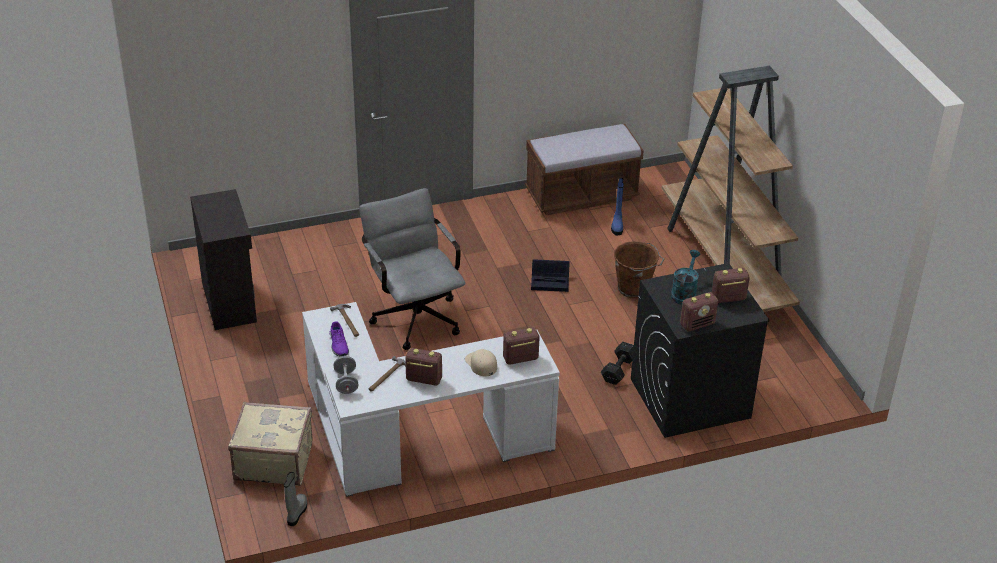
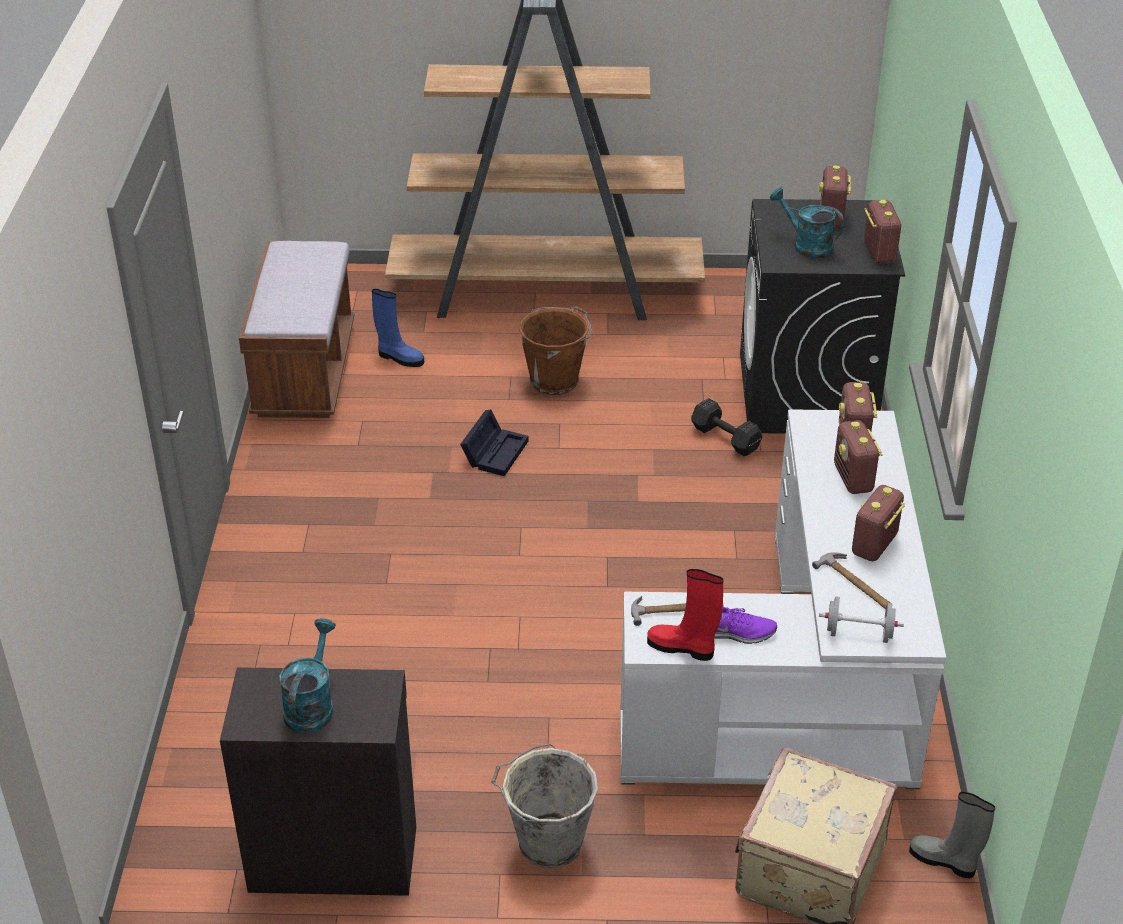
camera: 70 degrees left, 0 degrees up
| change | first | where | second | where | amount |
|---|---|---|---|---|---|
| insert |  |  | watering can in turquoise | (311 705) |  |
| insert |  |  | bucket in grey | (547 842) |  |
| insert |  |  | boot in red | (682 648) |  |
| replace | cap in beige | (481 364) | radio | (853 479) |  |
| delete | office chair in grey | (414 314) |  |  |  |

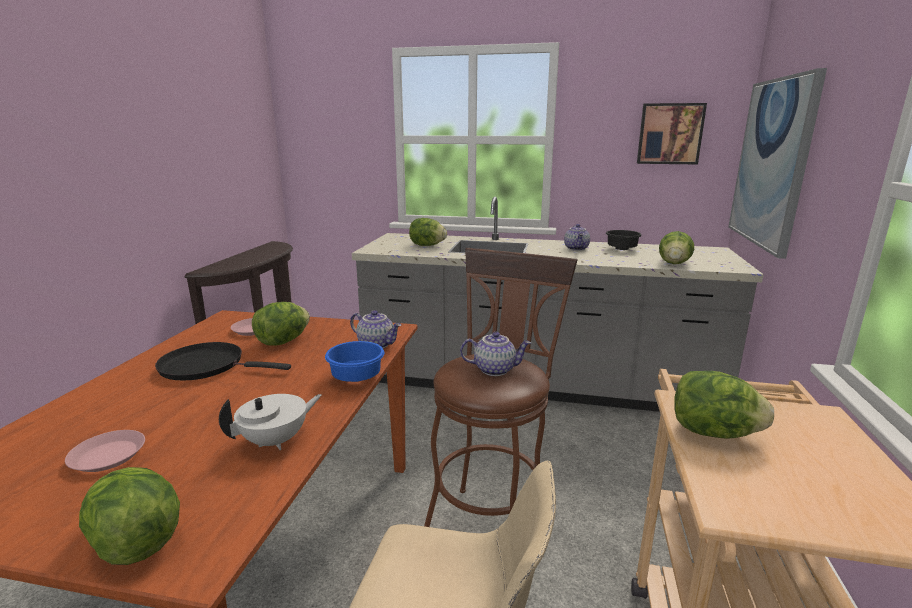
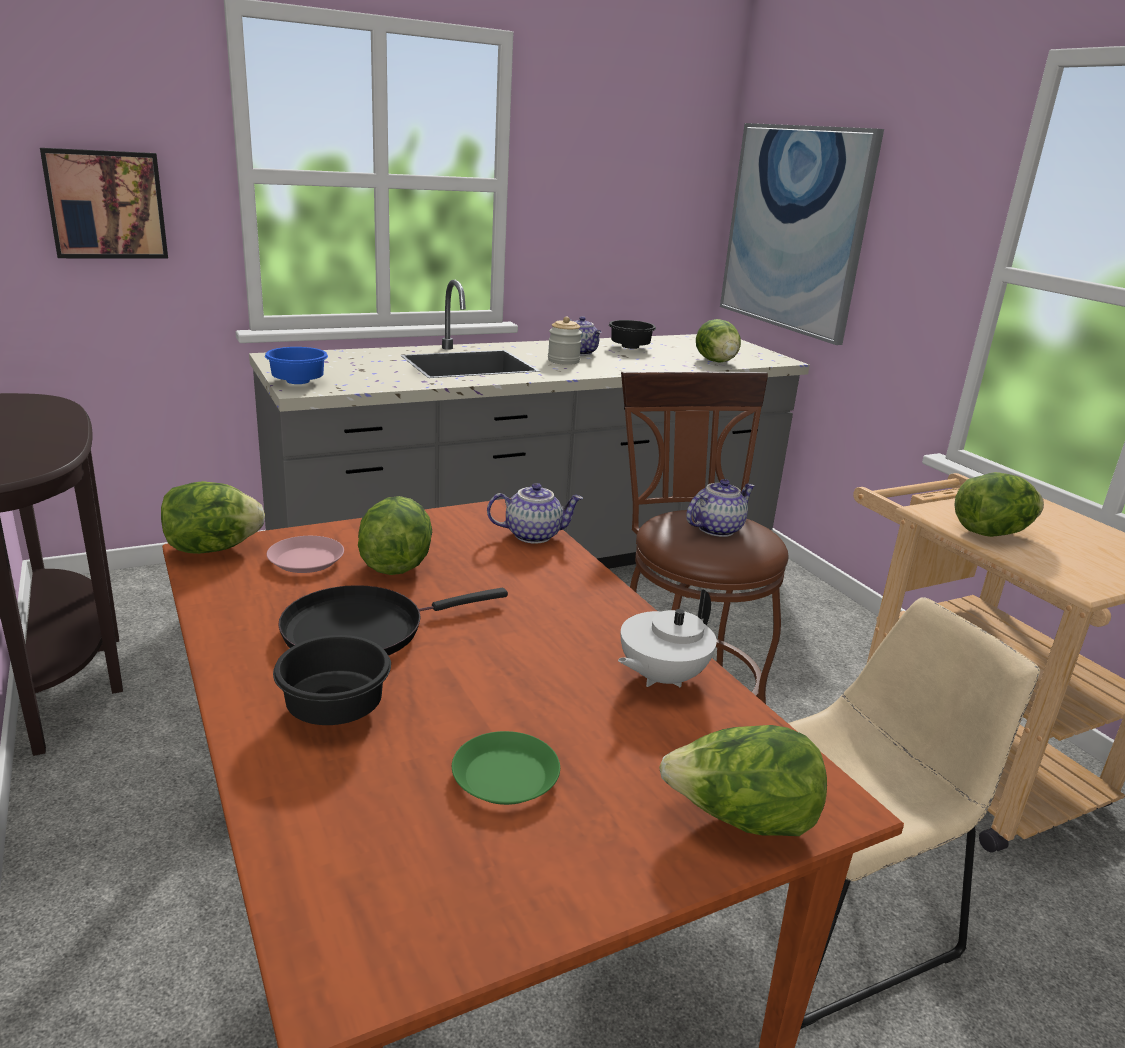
camera: 40 degrees left, 5 degrees up
| change | first | where | second | where | amount |
|---|---|---|---|---|---|
| move | picture | (669 134) |  | (106 204) |  |
| move | lettuce | (427 245) |  | (212 549) |  |
| move | bowl in blue | (357 377) |  | (298 382) |  |
| insert |  |  | bowl in black | (332 708) |  |
| recolor | plate in pink | (108 456) | plate in green | (505 776) |  |
| insert |  |  | jar | (563 361) |  |
| rotate | teapot in white | (276 441) |  | (660 677) | 150 degrees counterclockwise |

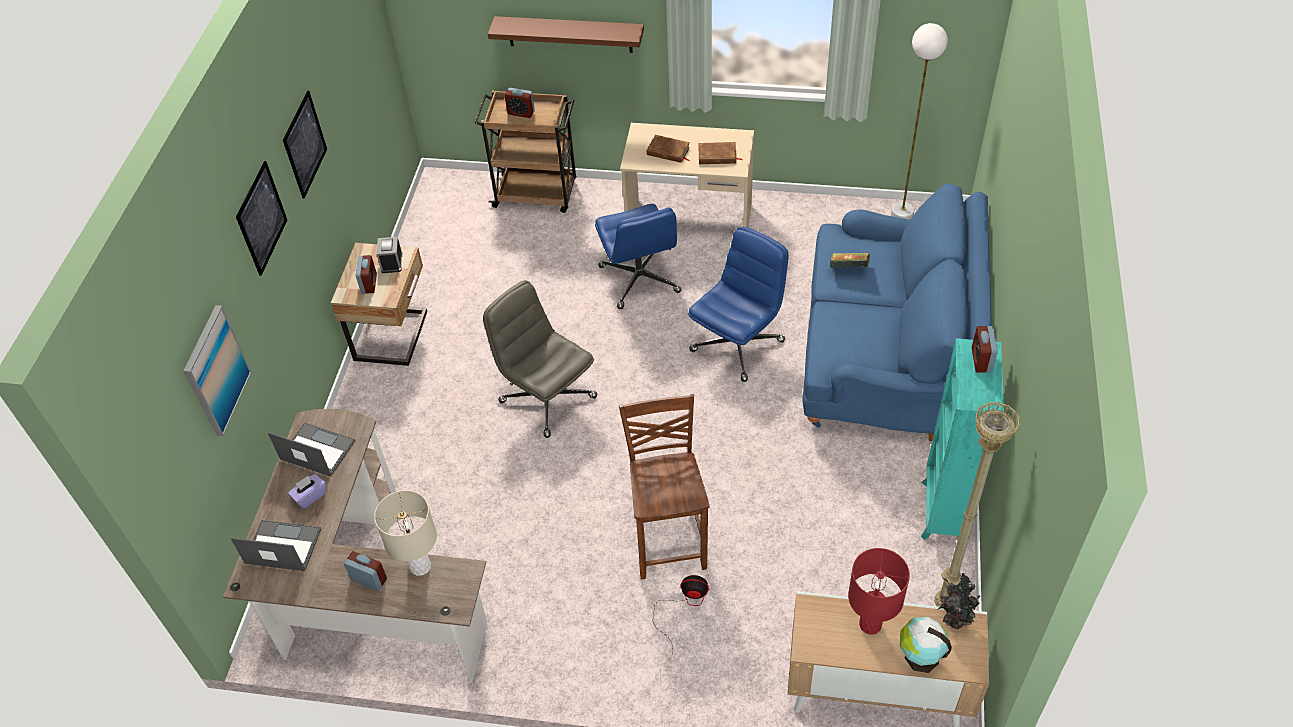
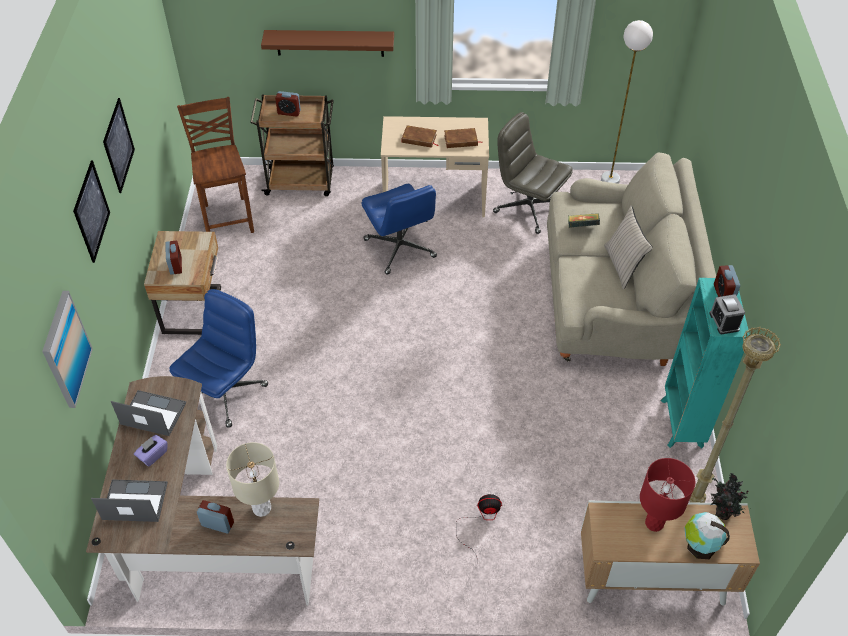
camera: 10 degrees left, 0 degrees up
| change | first | where | second | where | amount |
|---|---|---|---|---|---|
| move | office chair in blue | (737 345) |  | (225 392) |  |
| move | chair in brown | (669 540) |  | (228 217) |  |
| move | office chair in grey | (547 398) |  | (528 208) |  |
| recolor | sofa in blue | (887 357) | sofa in beige | (615 299) |  |
| insert |  |  | pillow in beige | (623 265) |  |
| move | alarm clock | (392 262) |  | (724 321) |  |

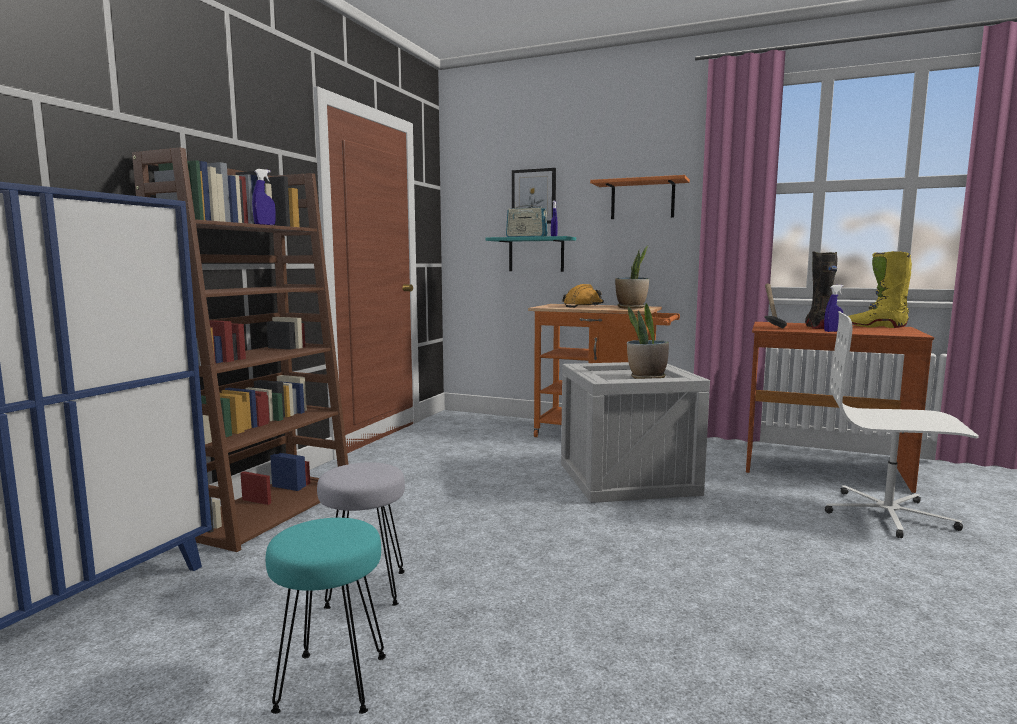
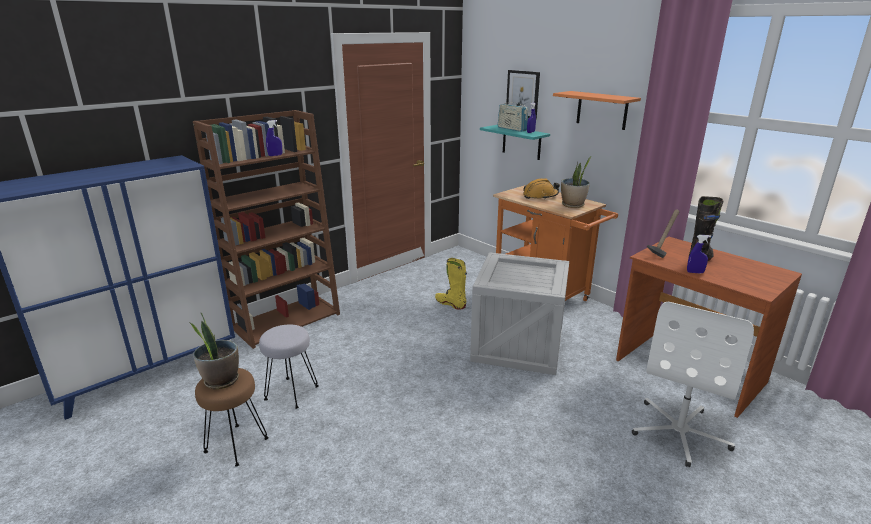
camera: 25 degrees right, 15 degrees up
| change | first | where | second | where | amount |
|---|---|---|---|---|---|
| move | potted plant | (646 378) |  | (221 380) |  |
| recolor | stool in turquoise | (330 682) | stool in brown | (236 444) |  |
| move | boot in yellow | (875 326) |  | (450 304) |  |
| rotate | office chair in white | (888 515) |  | (680 432) | 105 degrees counterclockwise |

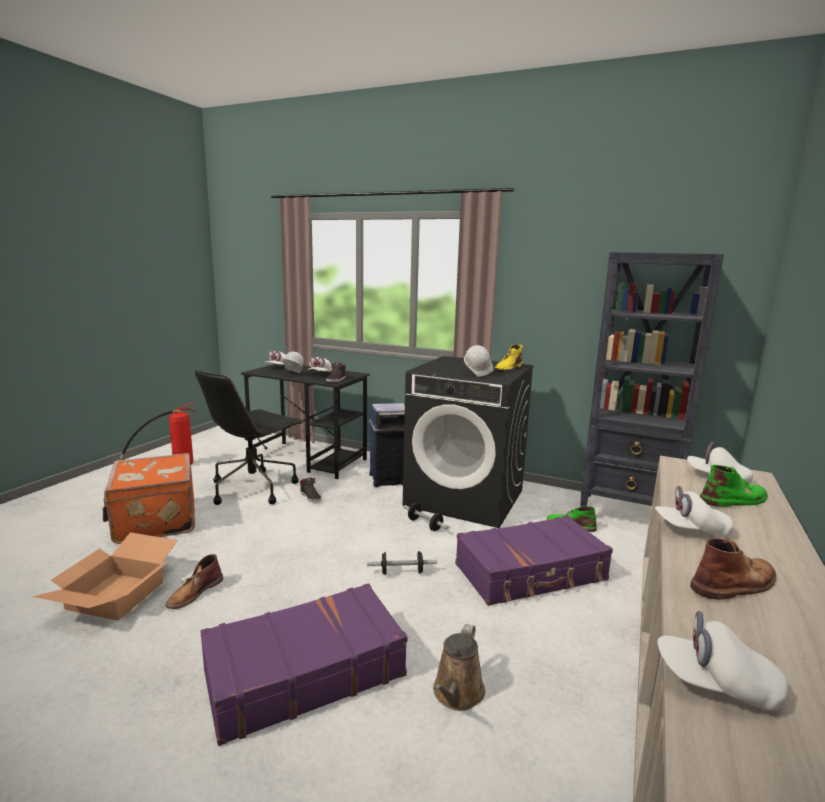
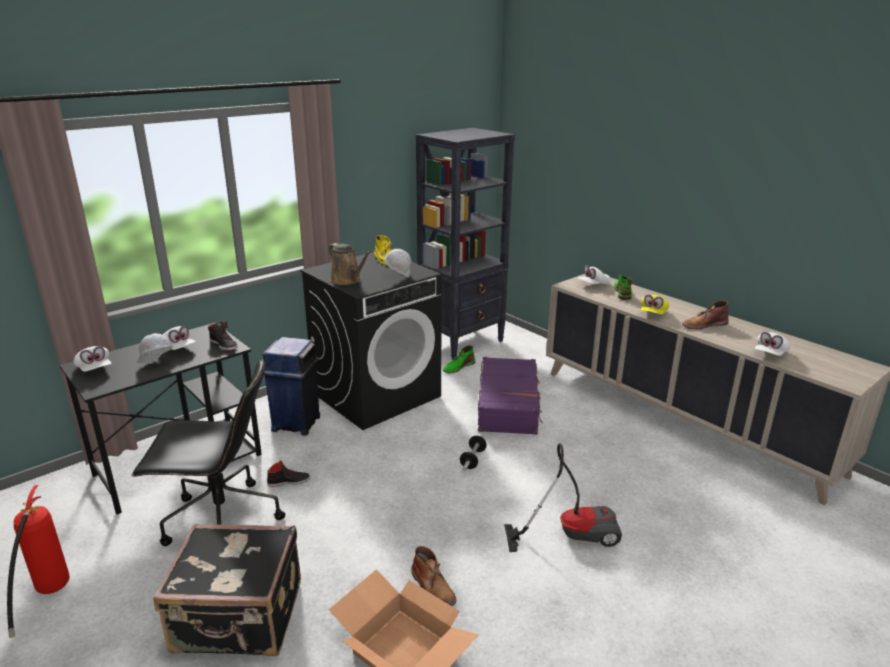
camera: 65 degrees left, 10 degrees up
| change | first | where | second | where | amount |
|---|---|---|---|---|---|
| rotate | office chair in black | (254 488) |  | (220 520) | 60 degrees counterclockwise |
| recolor | suitcase in orange | (154 521) | suitcase in black | (239 619) |  |
| move | watering can in brown | (457 694) |  | (347 280) |  |
| replace | suitcase in purple | (304 672) | vacuum cleaner | (571 533) |  |
| recolor | cap in white | (691 530) | cap in yellow | (653 314) |  |
| rotate | boot in brown | (735 583) |  | (704 325) | 105 degrees counterclockwise |
| delete | dumbbell | (425 524) |  |  |  |

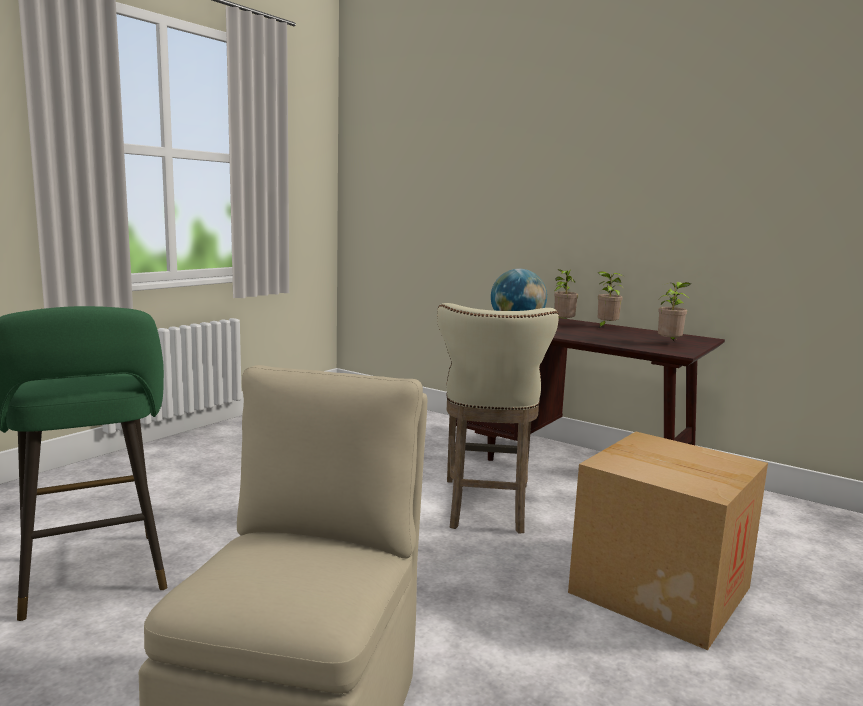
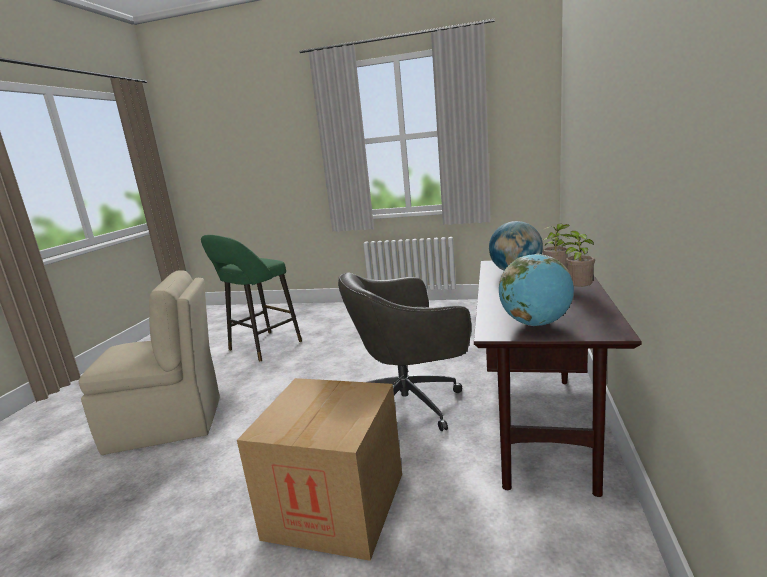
camera: 70 degrees right, 5 degrees up
| change | first | where | second | where | amount |
|---|---|---|---|---|---|
| replace | stool in beige | (485 508) | office chair in grey | (410 403) |  |
| replace | potted plant | (669 344) | globe | (535 324) |  |

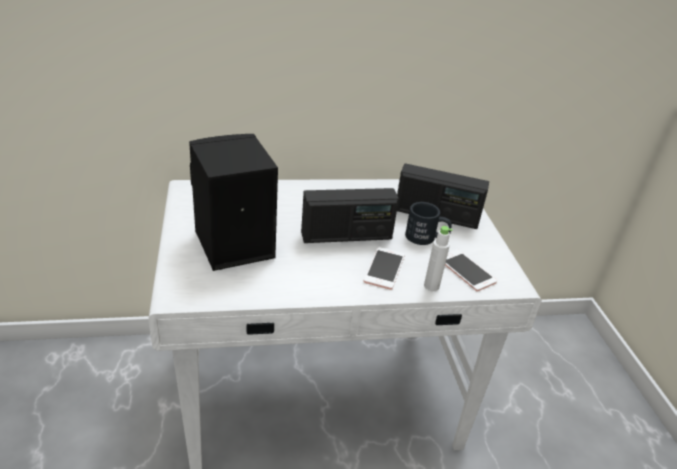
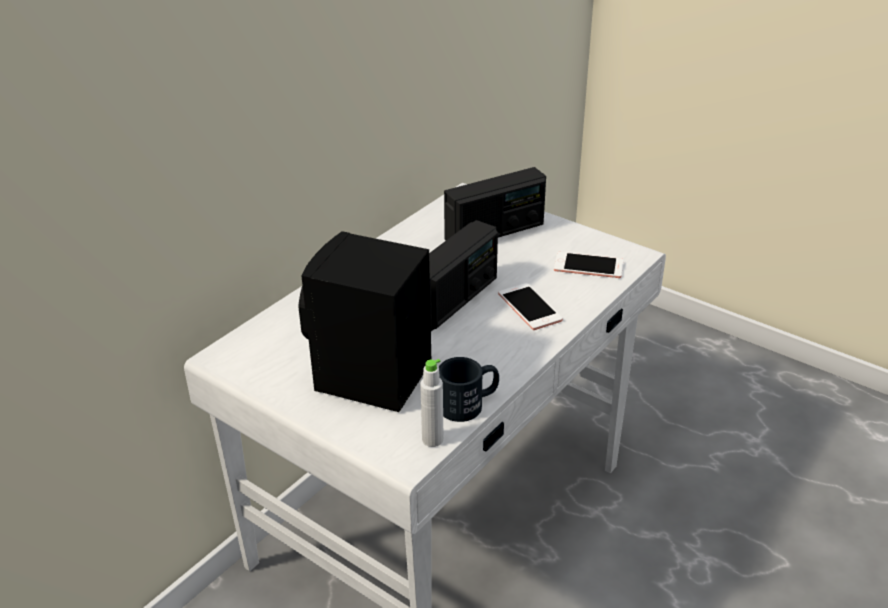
camera: 40 degrees left, 0 degrees up
| change | first | where | second | where | amount |
|---|---|---|---|---|---|
| move | bottle in white | (431 286) |  | (432 439) |  |
| move | mug in black | (426 238) |  | (469 404) |  |

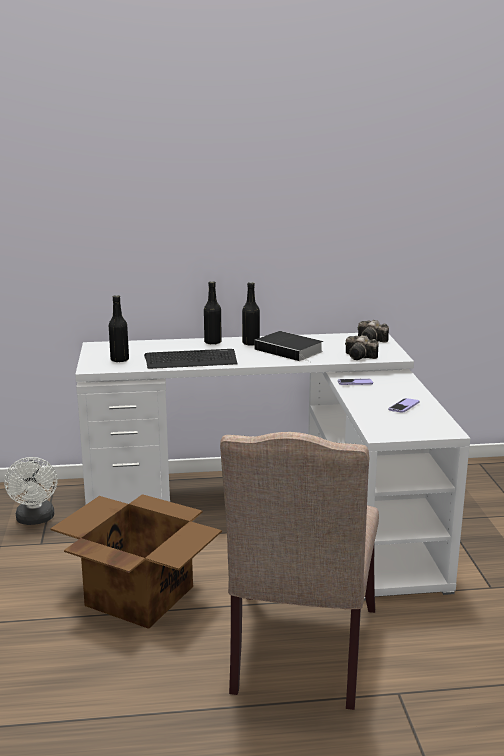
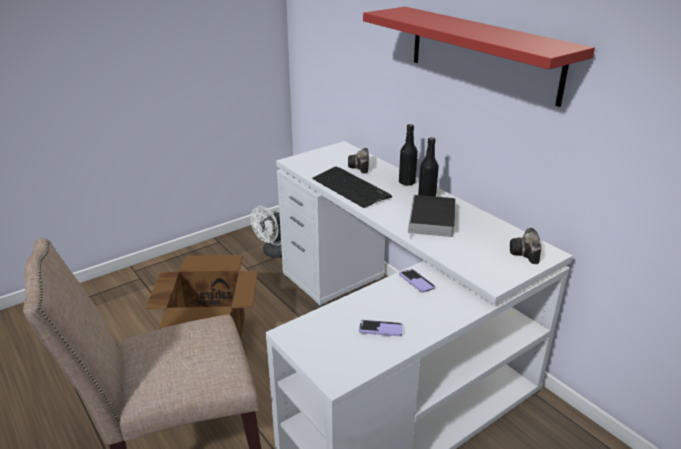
camera: 60 degrees right, 10 degrees up
| change | first | where | second | where | amount |
|---|---|---|---|---|---|
| move | photo camera | (361 357) |  | (360 168) |  |
| insert |  |  | shelf in red | (483 53) |  |
| delete | bottle in black | (119 360) |  |  |  |

